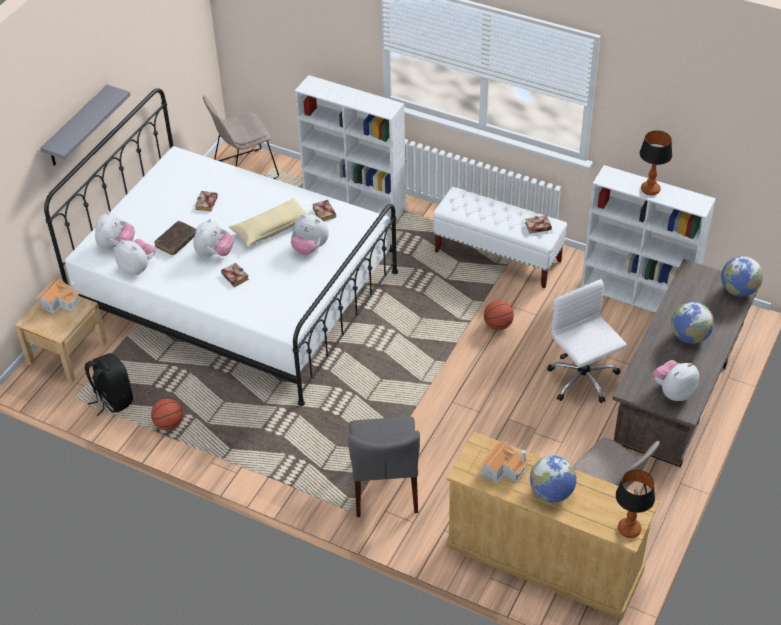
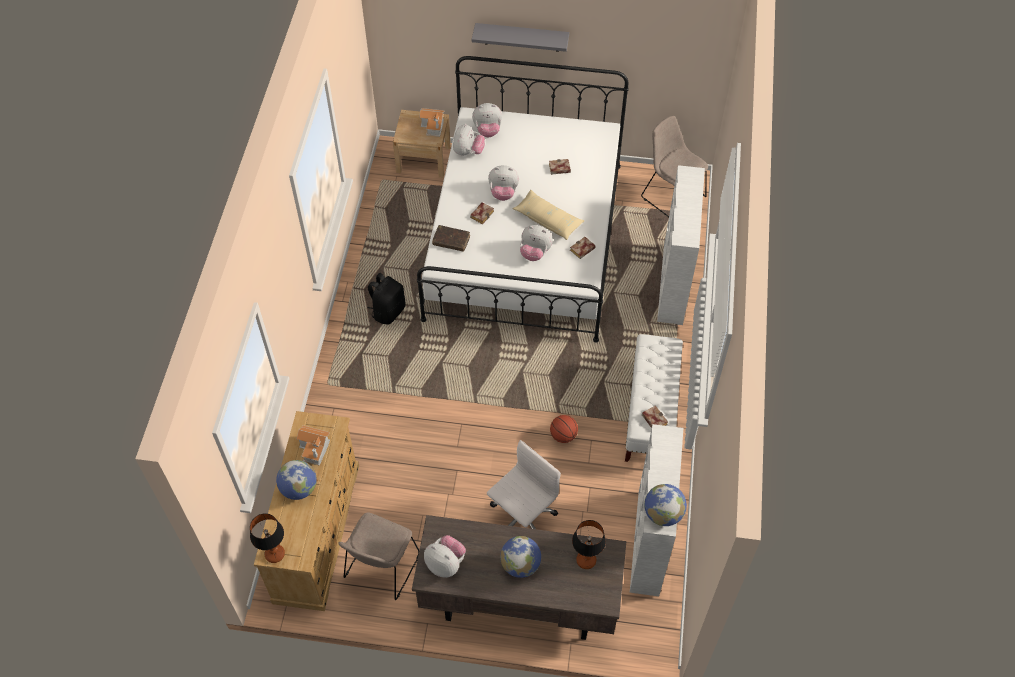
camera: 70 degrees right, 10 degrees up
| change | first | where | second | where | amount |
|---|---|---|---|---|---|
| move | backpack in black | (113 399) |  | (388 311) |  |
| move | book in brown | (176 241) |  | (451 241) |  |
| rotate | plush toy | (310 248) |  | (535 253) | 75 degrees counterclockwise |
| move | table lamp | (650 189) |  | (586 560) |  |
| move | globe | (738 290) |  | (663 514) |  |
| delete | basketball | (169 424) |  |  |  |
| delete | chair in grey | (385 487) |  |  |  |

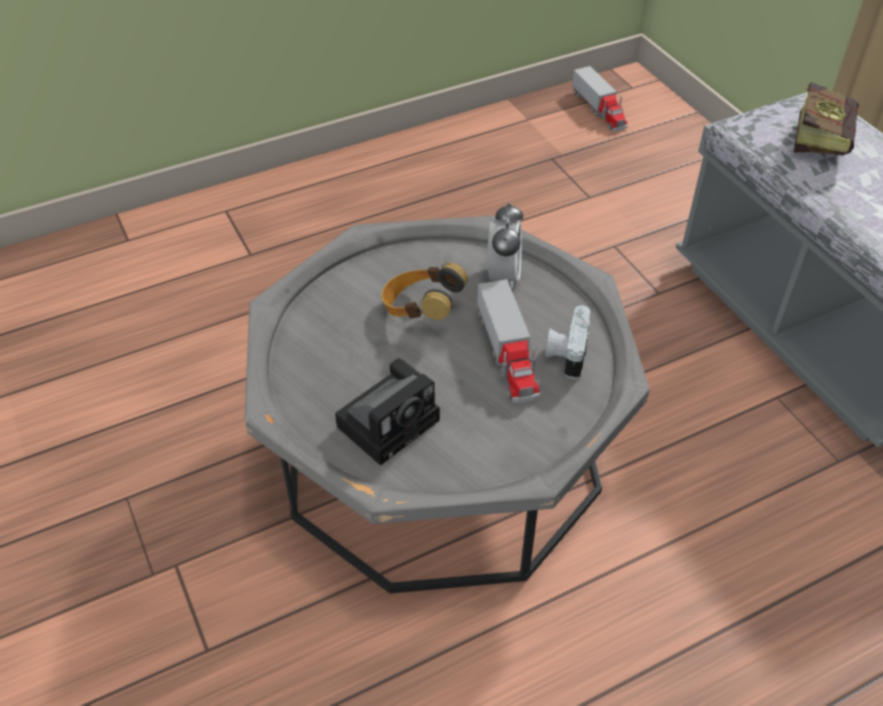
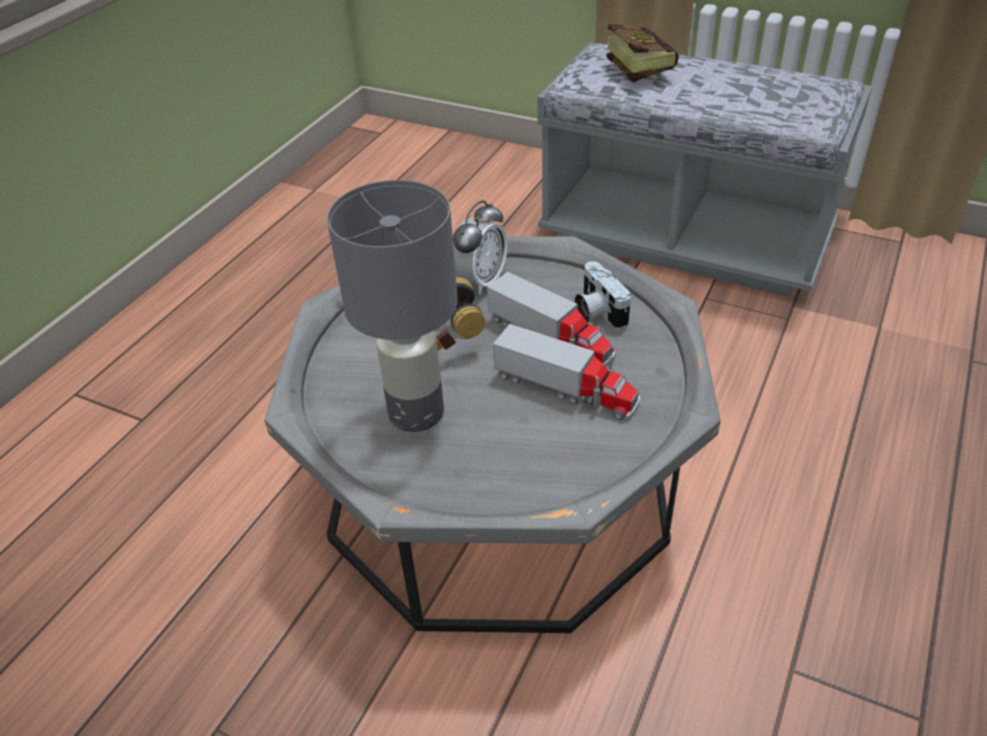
camera: 35 degrees left, 5 degrees down
| change | first | where | second | where | amount |
|---|---|---|---|---|---|
| insert |  |  | table lamp in grey | (418 413) |  |
| rotate | alarm clock | (503 275) |  | (480 281) | 60 degrees clockwise |
| move | toy truck | (599 109) |  | (567 389) |  |
| delete | photo camera | (390 420) |  |  |  |

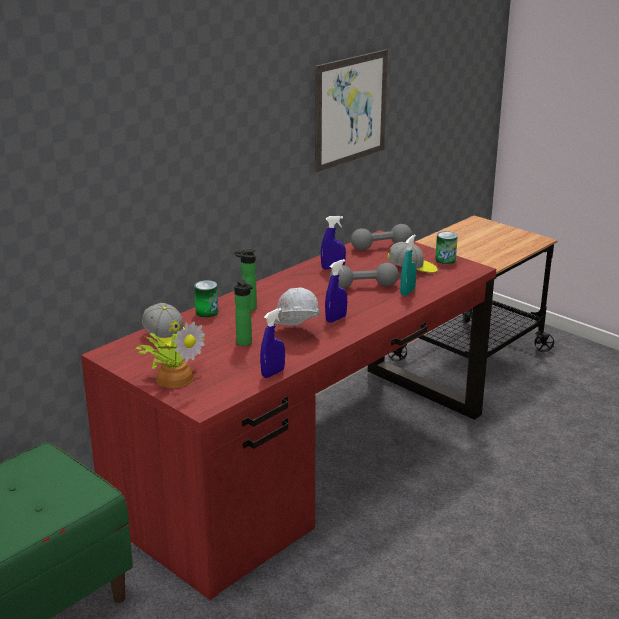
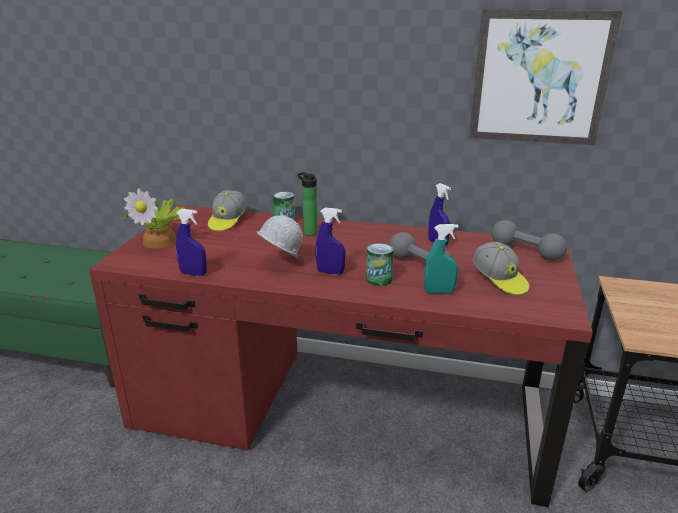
camera: 60 degrees right, 0 degrees up
| change | first | where | second | where | amount |
|---|---|---|---|---|---|
| move | can | (445 260) |  | (379 279) |  |
| delete | bottle | (245 343) |  |  |  |

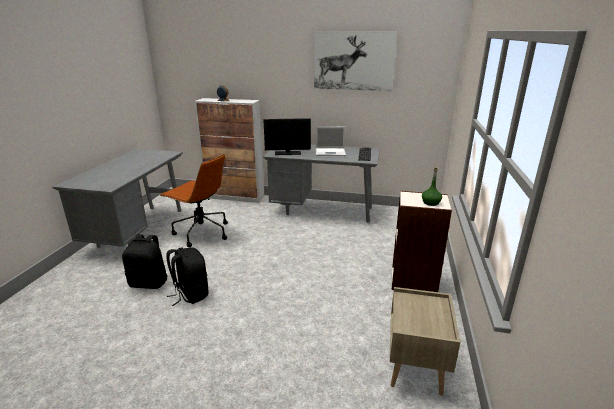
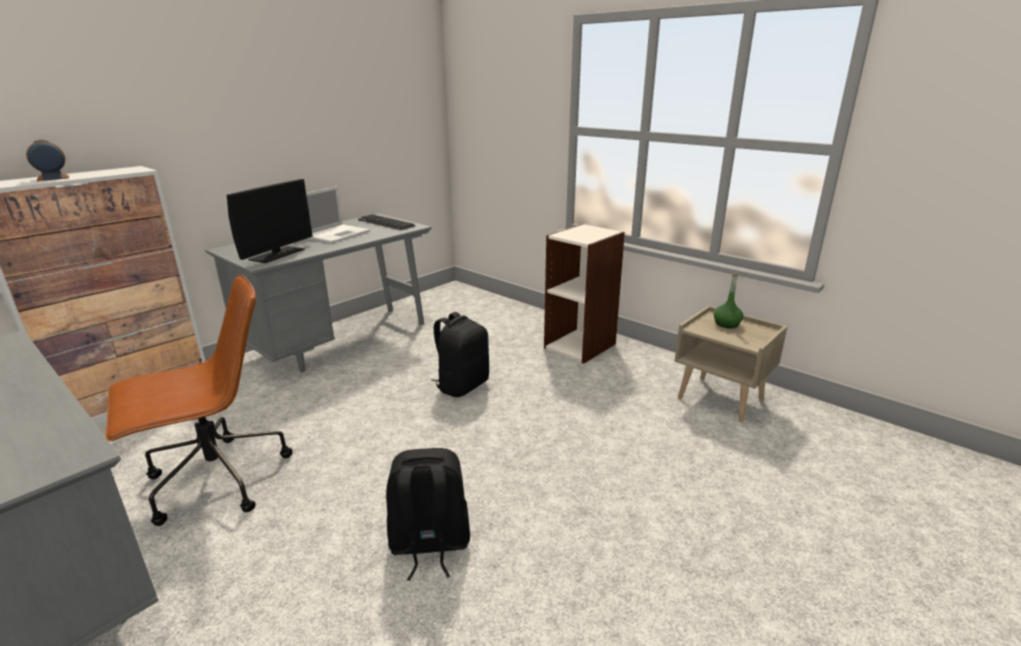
camera: 60 degrees left, 0 degrees up
| change | first | where | second | where | amount |
|---|---|---|---|---|---|
| move | backpack in black | (149 283) |  | (462 385) |  |
| move | bottle in green | (430 202) |  | (726 324) |  |
| delete | picture | (353 61) |  |  |  |

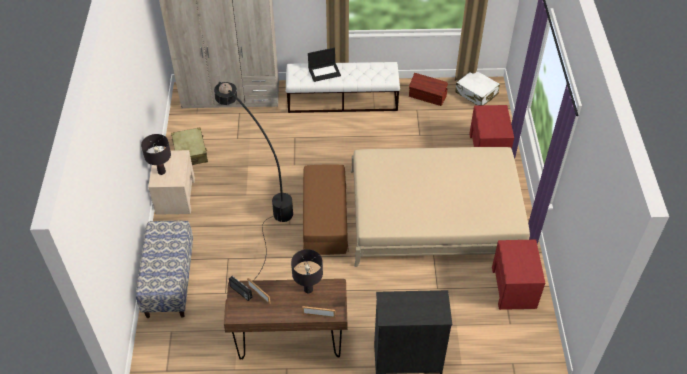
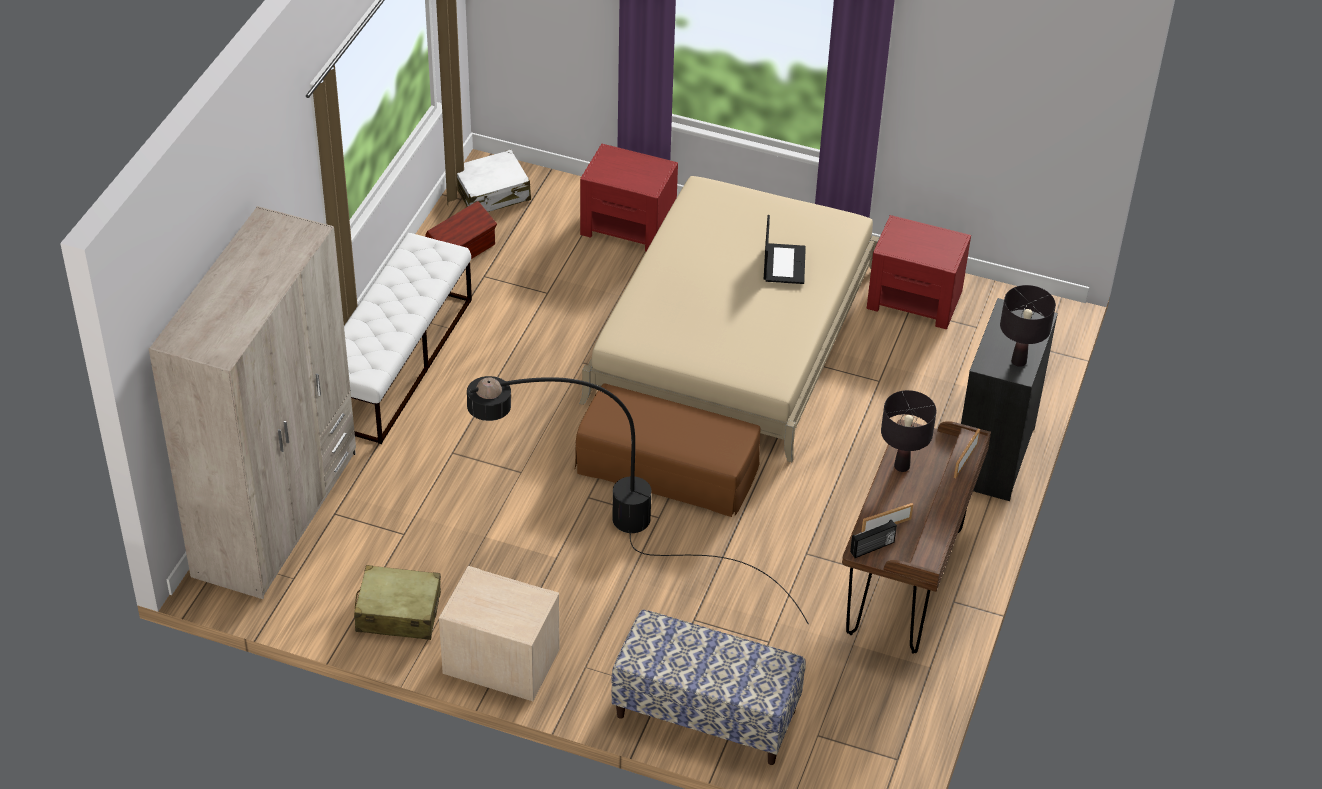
camera: 70 degrees left, 5 degrees down
| change | first | where | second | where | amount |
|---|---|---|---|---|---|
| move | laptop | (324 72) |  | (783 263) |  |
| move | table lamp in black | (161 172) |  | (1019 361) |  |

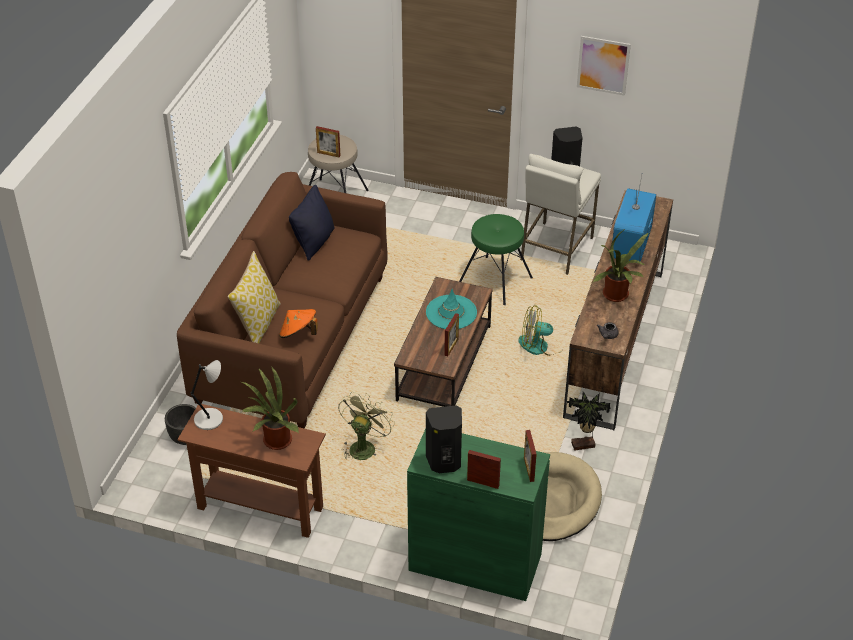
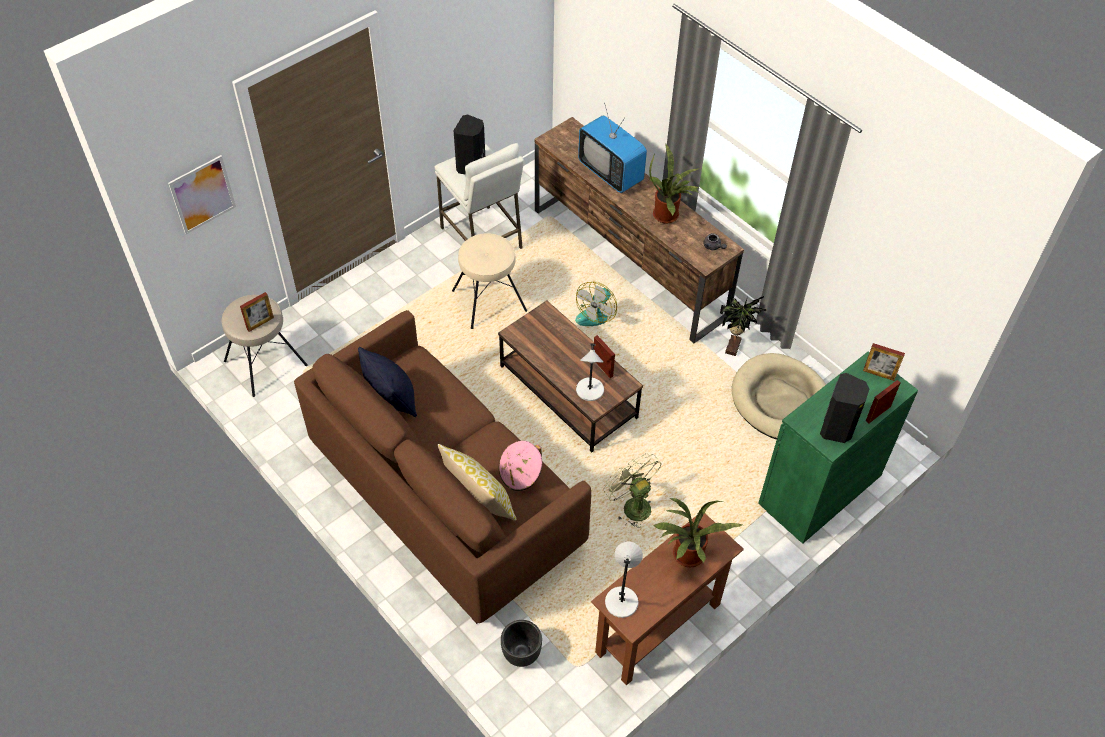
camera: 60 degrees left, 10 degrees up
| change | first | where | second | where | amount |
|---|---|---|---|---|---|
| move | picture | (603 65) |  | (202 194) |  |
| recolor | stool in green | (495 280) | stool in beige | (489 300) |  |
| recolor | hat in orange | (298 333) | hat in pink | (520 474) |  |
| insert |  |  | table lamp in grey | (590 391) |  |
| delete | hat in turquoise | (451 312) |  |  |  |

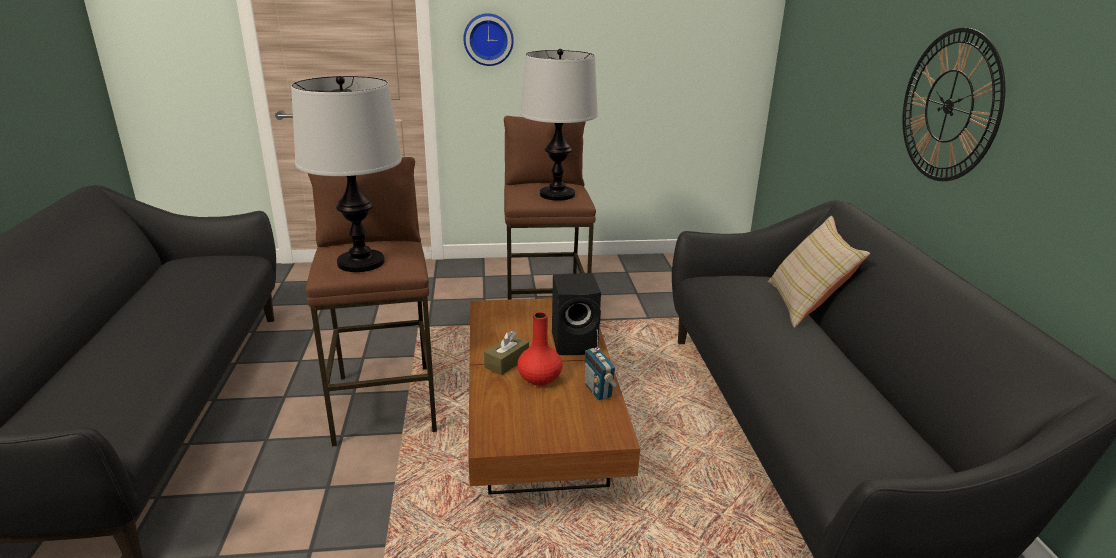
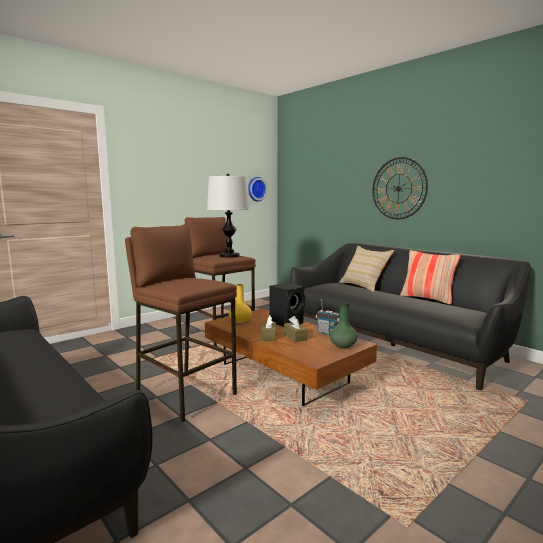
camera: 35 degrees left, 15 degrees down
| change | first | where | second | where | amount |
|---|---|---|---|---|---|
| insert |  |  | vase in yellow | (240 321) |  |
| move | wall clock | (488 39) |  | (256 189) |  |
| replace | vase in red | (540 379) | tissue box in brown | (295 337) |  |
| insert |  |  | vase in green | (342 345) |  |
| insert |  |  | pillow | (427 298) |  |
| delete | table lamp | (361 262) |  |  |  |

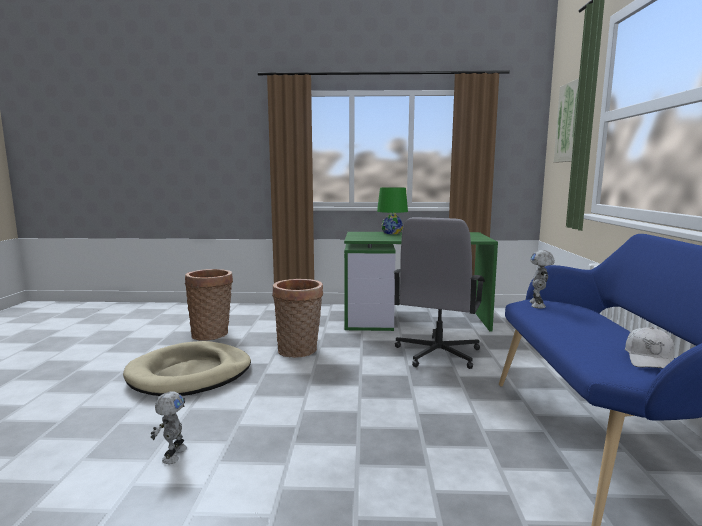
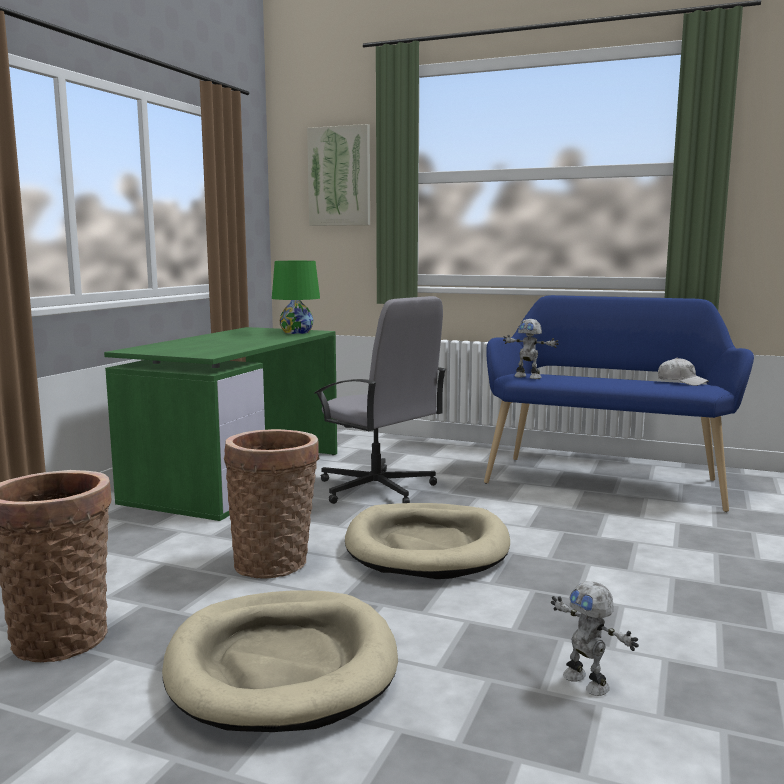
camera: 70 degrees left, 0 degrees up
| change | first | where | second | where | amount |
|---|---|---|---|---|---|
| move | table lamp in green | (391 233) |  | (296 332) |  |
| insert |  |  | dog bed in beige | (427 547) |  |
| rotate | toy robot | (173 454) |  | (587 682) | 150 degrees counterclockwise |

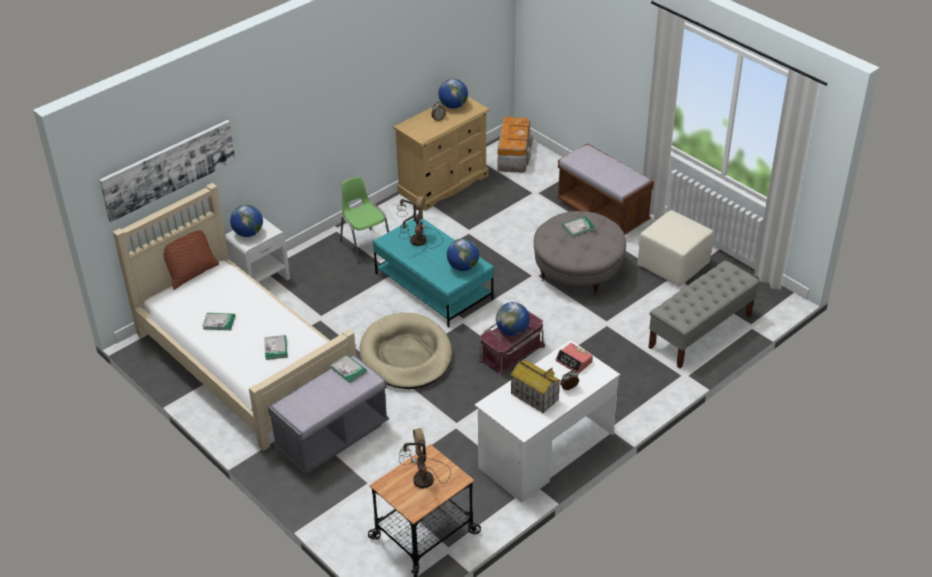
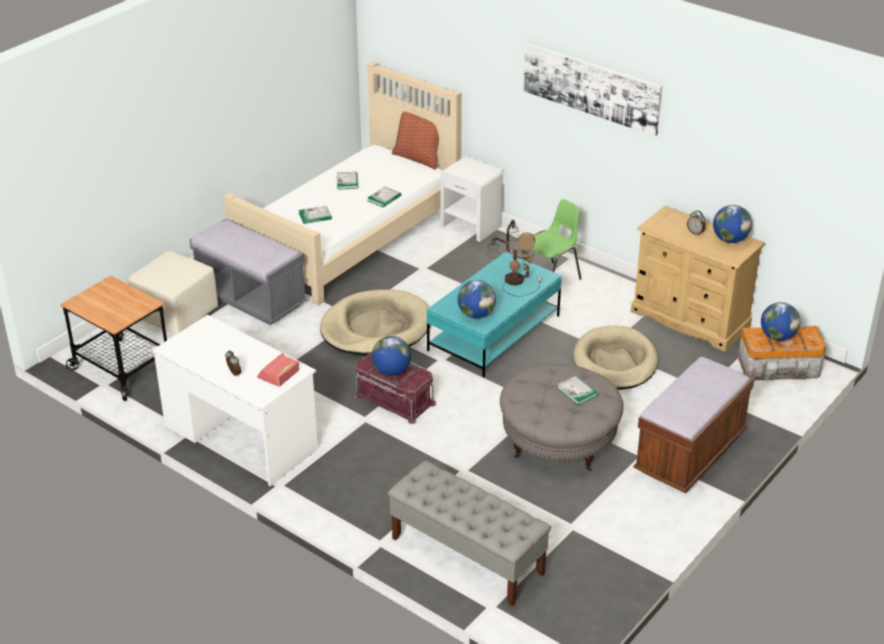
camera: 80 degrees right, 5 degrees down
| change | first | where | second | where | amount |
|---|---|---|---|---|---|
| move | ottoman in beige | (674 266) |  | (176 315) |  |
| move | book | (348 369) |  | (384 198) |  |
| move | picture | (168 169) |  | (591 87) |  |
| insert |  |  | dog bed in beige | (615 362) |  |
| move | globe | (248 233) |  | (777 337) |  |
| delete | table lamp | (422 482) |  |  |  |
| delete | toy house | (534 396) |  |  |  |

